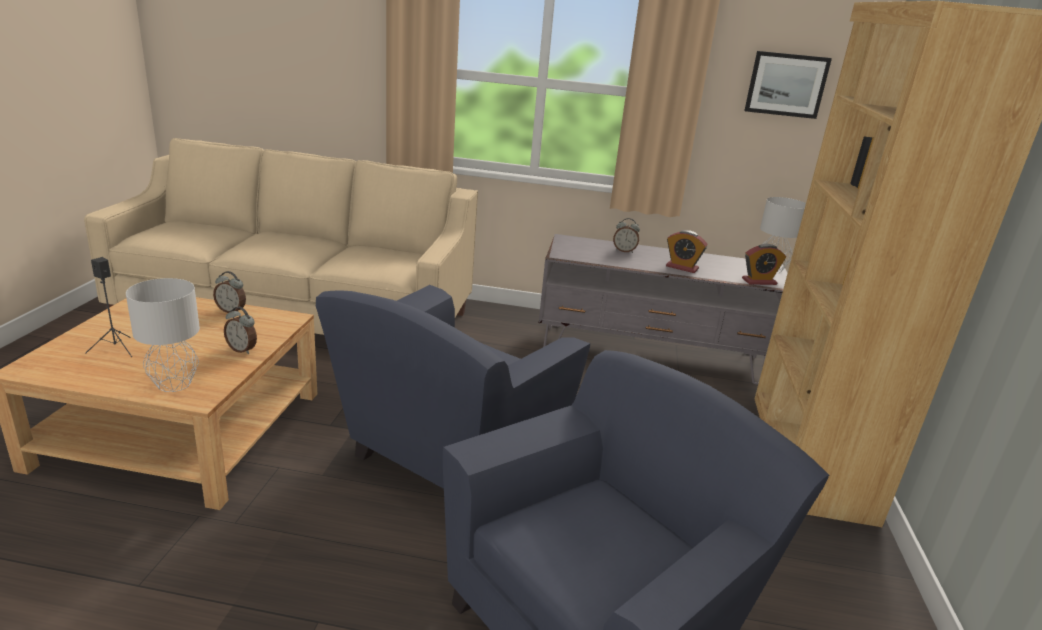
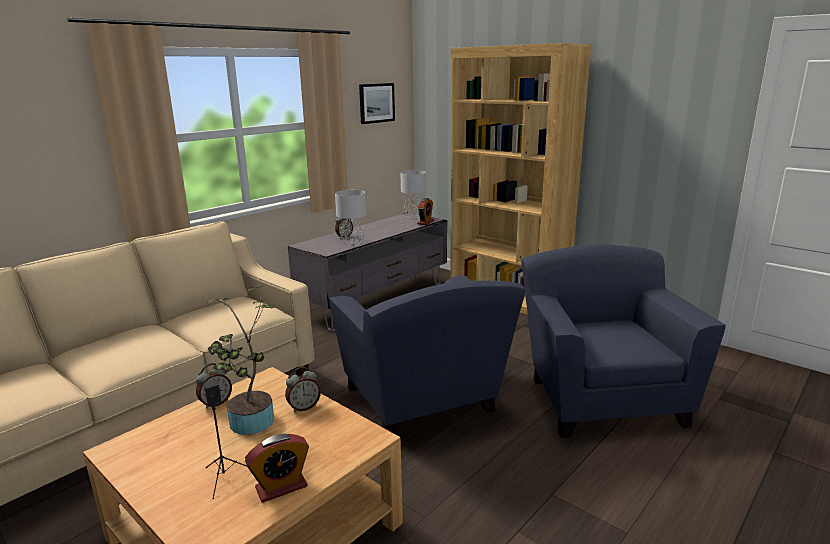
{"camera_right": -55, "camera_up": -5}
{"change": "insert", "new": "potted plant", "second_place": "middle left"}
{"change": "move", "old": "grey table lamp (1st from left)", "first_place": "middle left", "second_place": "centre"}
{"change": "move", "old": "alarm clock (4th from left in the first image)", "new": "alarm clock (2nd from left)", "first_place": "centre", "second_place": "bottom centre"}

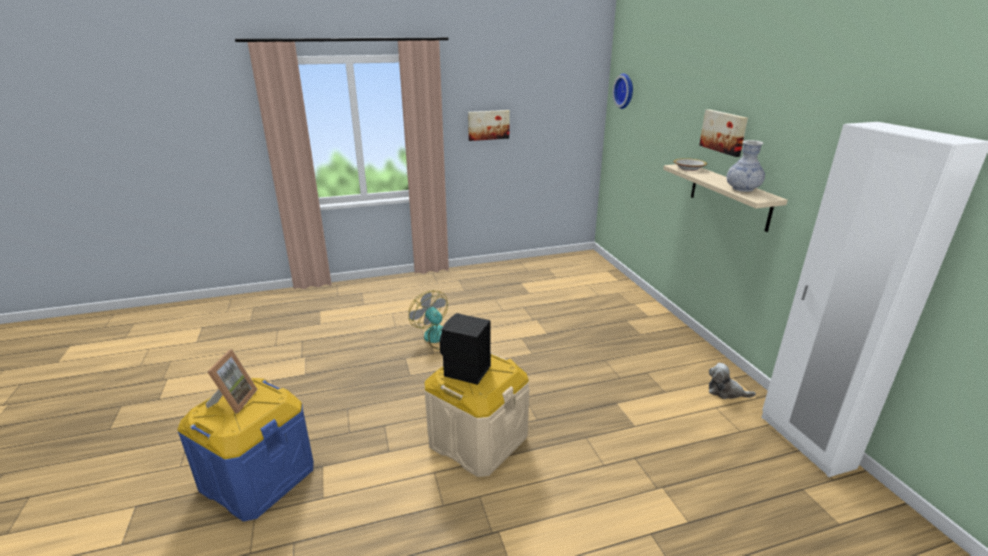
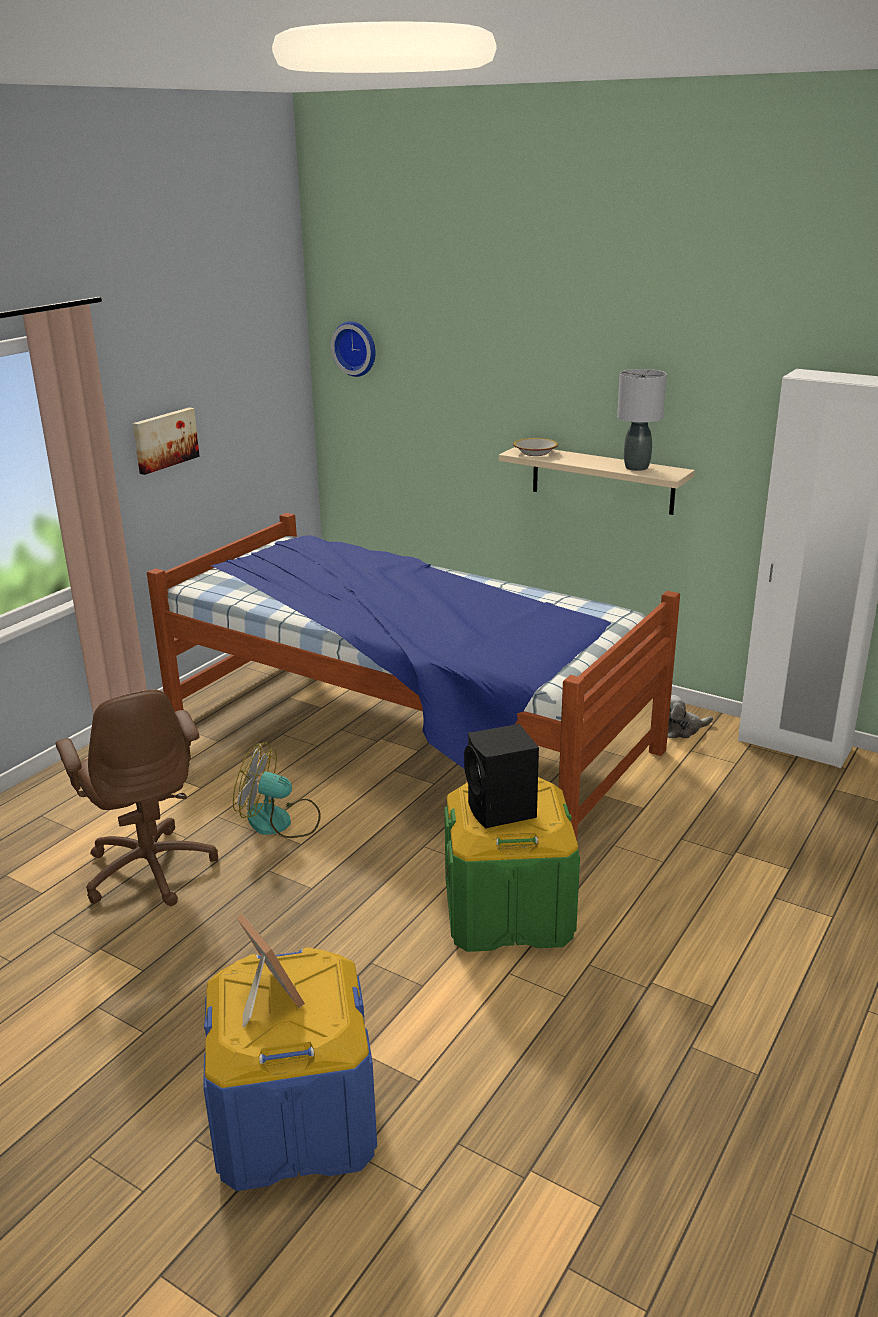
{"camera_right": -40, "camera_up": 0}
{"change": "delete", "old": "picture (2nd from left)", "first_place": "top right"}
{"change": "insert", "new": "brown office chair", "second_place": "middle left"}
{"change": "insert", "new": "bed", "second_place": "centre"}
{"change": "replace", "old": "vase", "new": "grey table lamp", "first_place": "top right", "second_place": "top right"}
{"change": "recolor", "old": "beige storage box", "new": "green storage box", "first_place": "bottom centre", "second_place": "centre"}

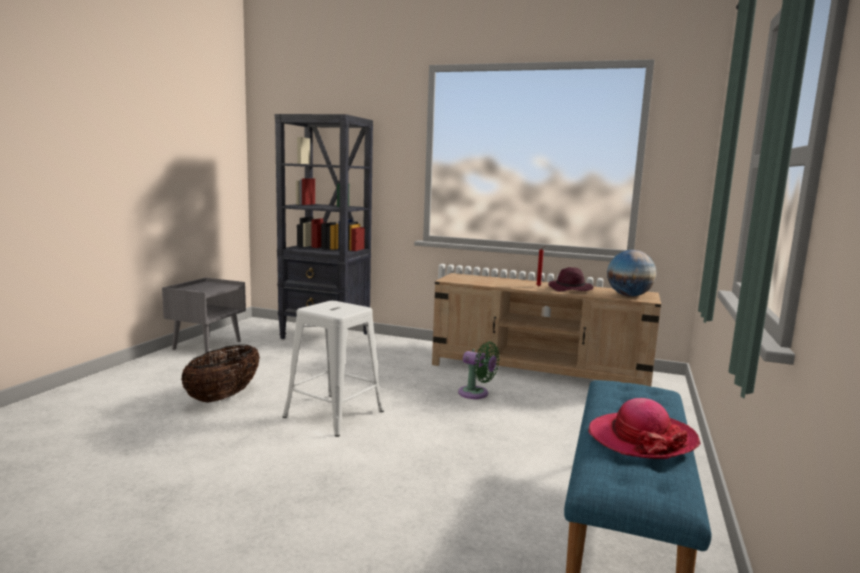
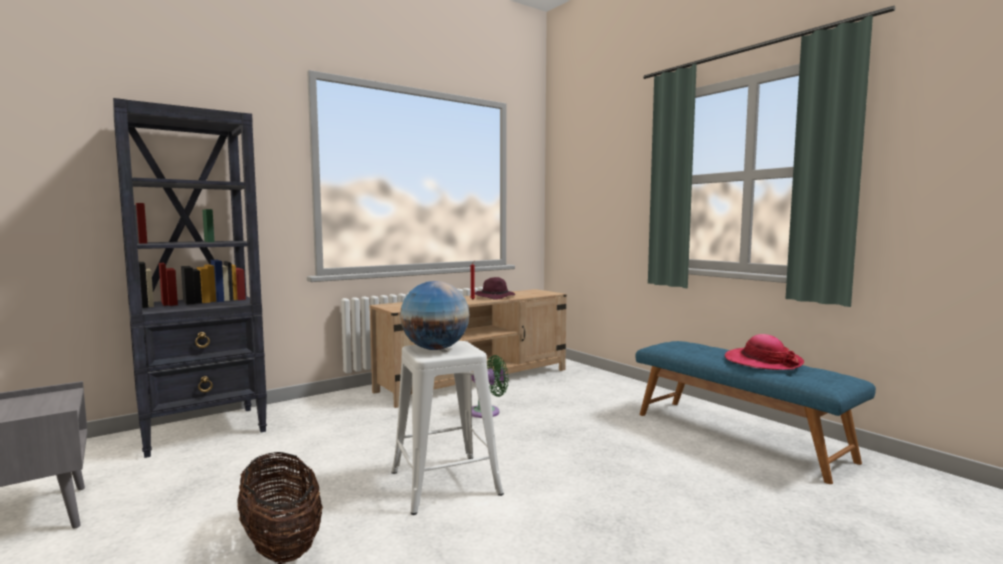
{"camera_right": -55, "camera_up": -5}
{"change": "move", "old": "globe", "first_place": "middle right", "second_place": "centre"}

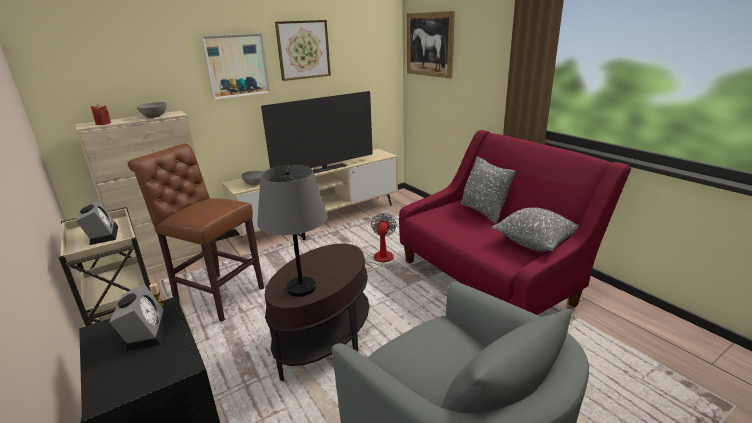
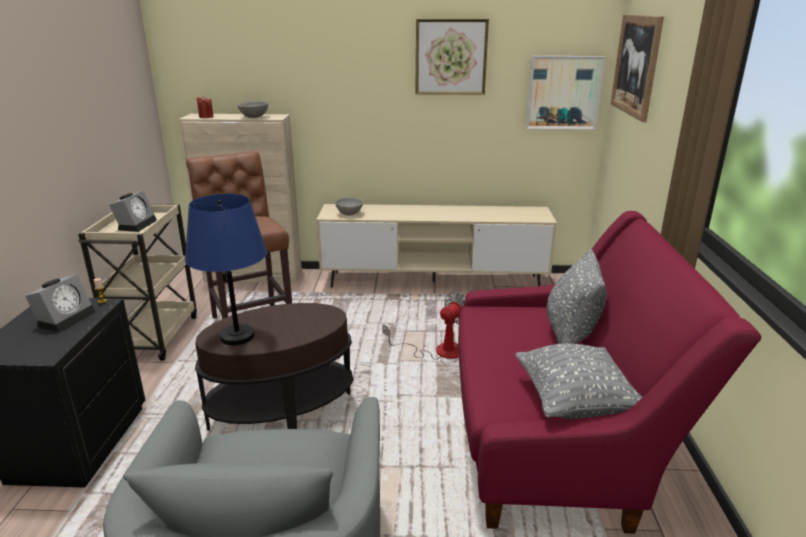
{"camera_right": 35, "camera_up": 0}
{"change": "delete", "old": "television", "first_place": "top centre"}
{"change": "move", "old": "picture (1st from left in the first image)", "new": "picture (2nd from left)", "first_place": "top left", "second_place": "top right"}
{"change": "recolor", "old": "grey table lamp", "new": "blue table lamp", "first_place": "centre", "second_place": "middle left"}

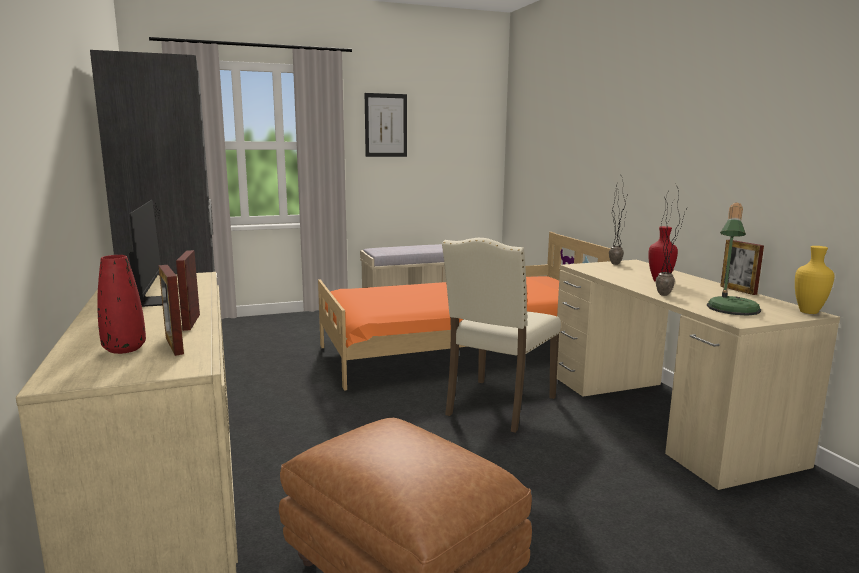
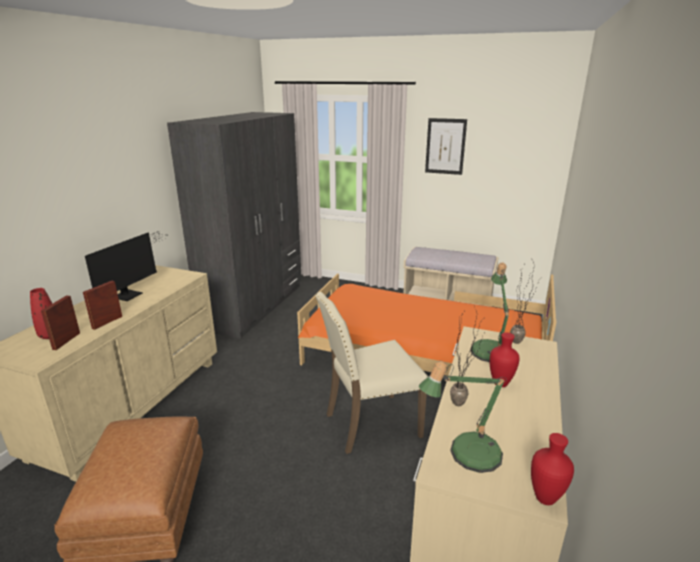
{"camera_right": 40, "camera_up": 10}
{"change": "delete", "old": "picture frame (3rd from left)", "first_place": "middle right"}
{"change": "insert", "new": "table lamp (2nd from left)", "second_place": "middle right"}
{"change": "recolor", "old": "yellow vase", "new": "red vase (3rd from left)", "first_place": "middle right", "second_place": "bottom right"}

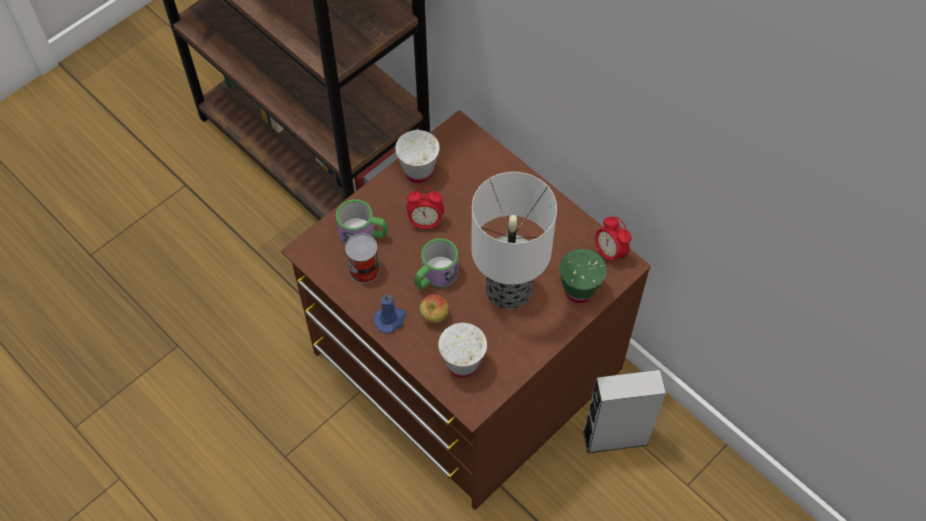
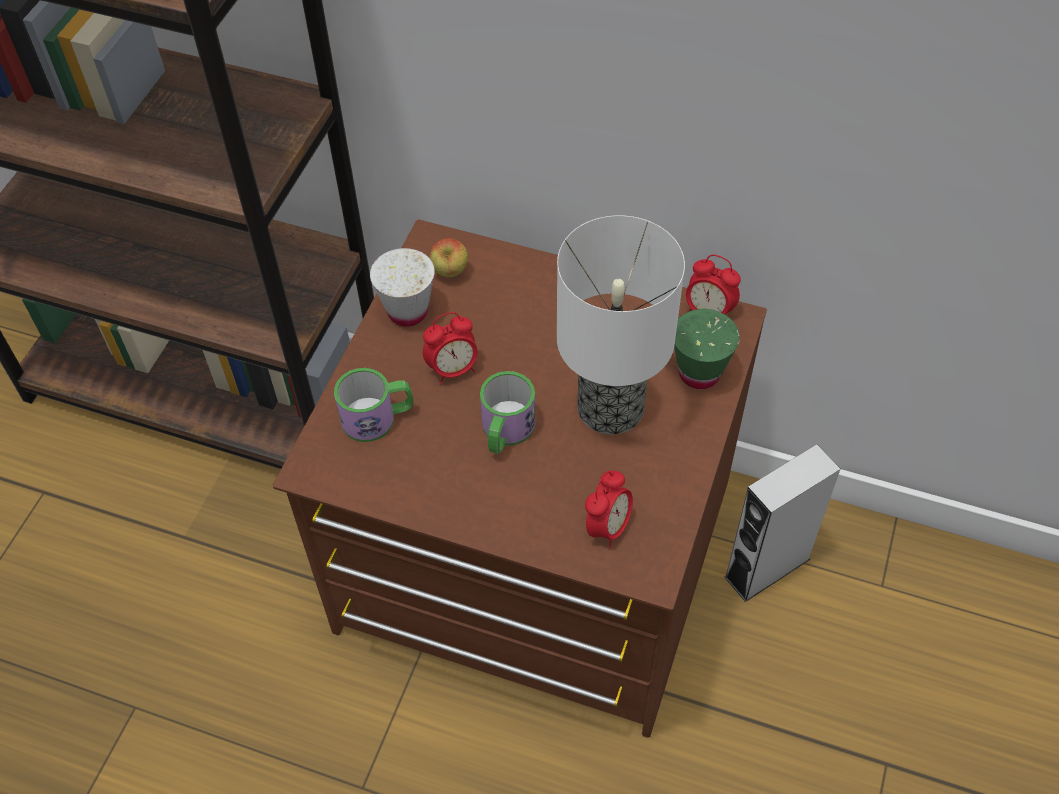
{"camera_right": -25, "camera_up": -5}
{"change": "delete", "old": "can", "first_place": "centre"}
{"change": "delete", "old": "blue candle", "first_place": "centre"}
{"change": "move", "old": "apple", "first_place": "centre", "second_place": "top centre"}
{"change": "replace", "old": "white cup (2nd from left)", "new": "alarm clock (2nd from left)", "first_place": "bottom centre", "second_place": "centre"}

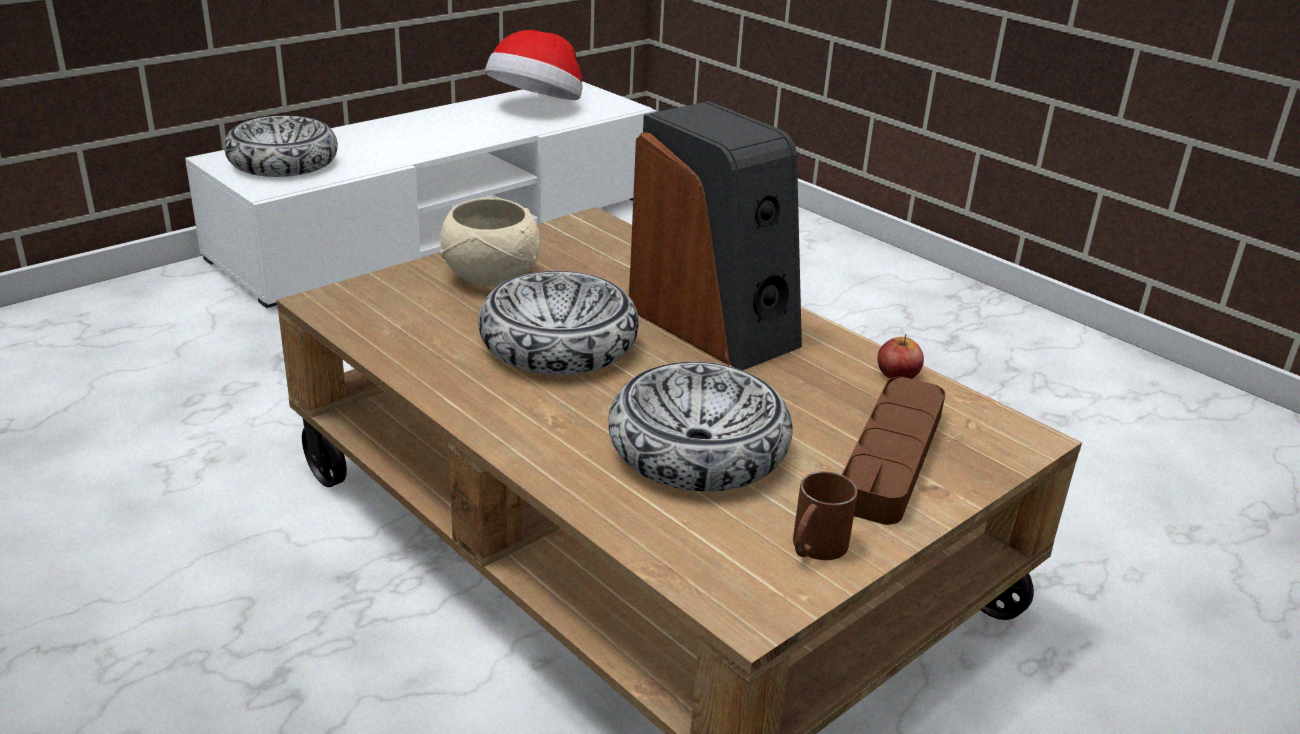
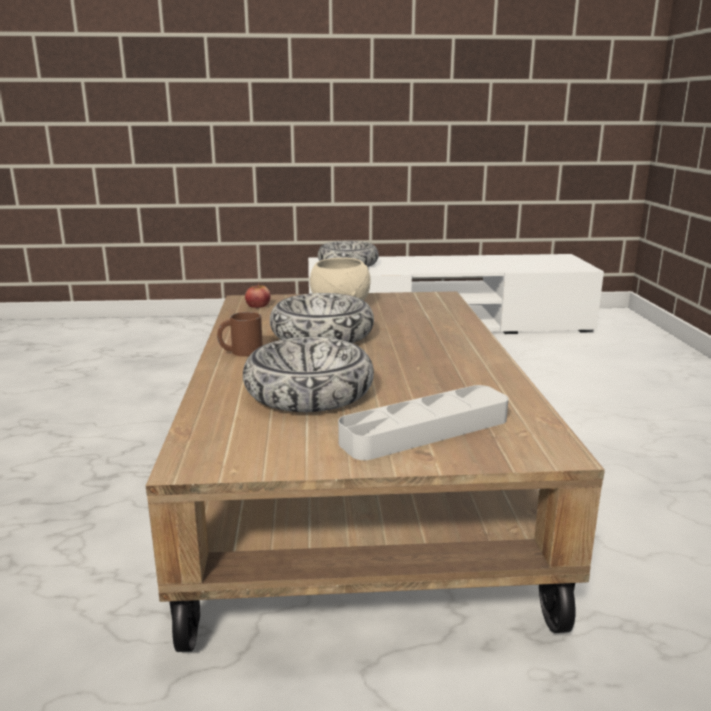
{"camera_right": 40, "camera_up": -10}
{"change": "delete", "old": "hat", "first_place": "top centre"}
{"change": "delete", "old": "speaker", "first_place": "top centre"}
{"change": "move", "old": "brown mug", "first_place": "bottom centre", "second_place": "centre"}
{"change": "move", "old": "apple", "first_place": "middle right", "second_place": "centre"}
{"change": "recolor", "old": "brown tray", "new": "grey tray", "first_place": "middle right", "second_place": "centre"}

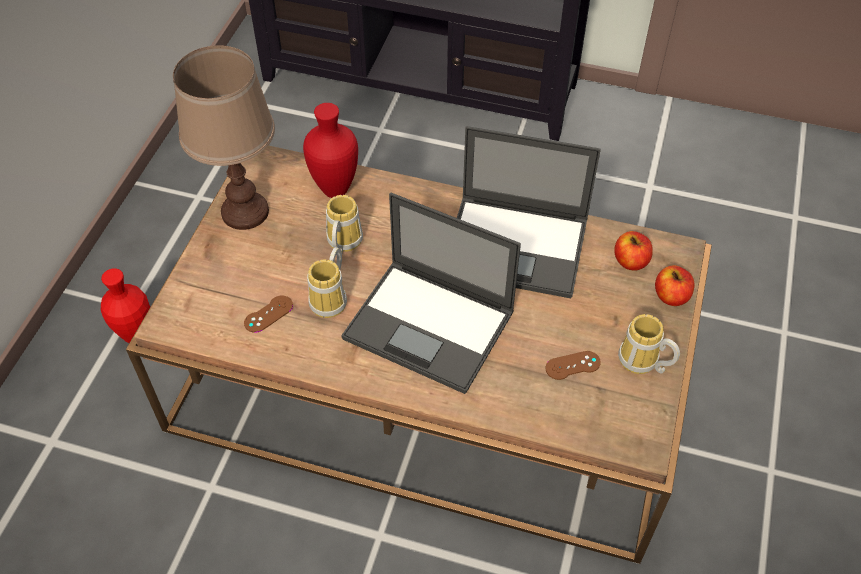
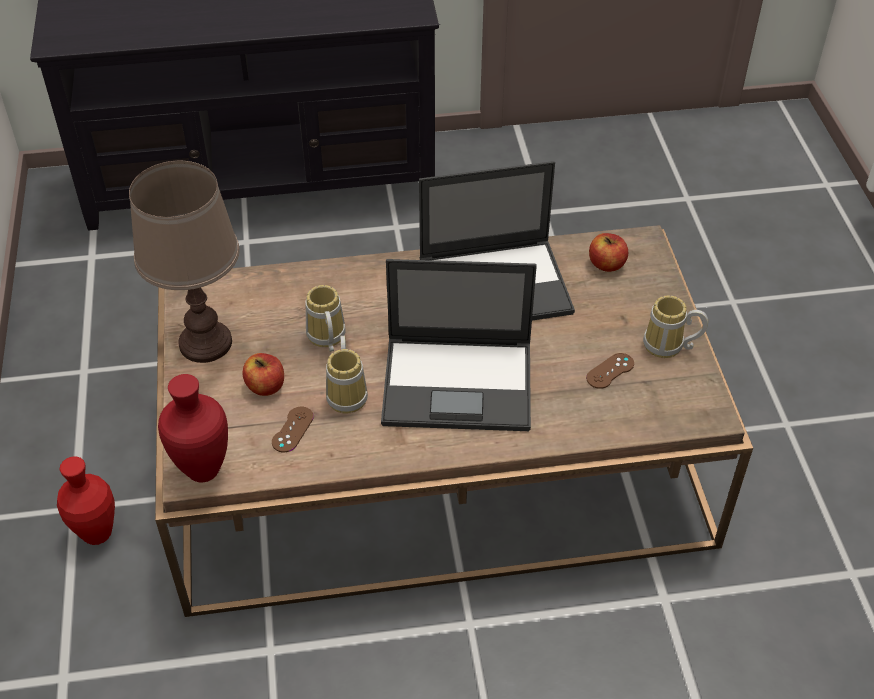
{"camera_right": -25, "camera_up": -5}
{"change": "move", "old": "red vase (2nd from left)", "first_place": "top centre", "second_place": "middle left"}
{"change": "move", "old": "apple (2nd from left in the first image)", "new": "apple (1st from left)", "first_place": "middle right", "second_place": "middle left"}

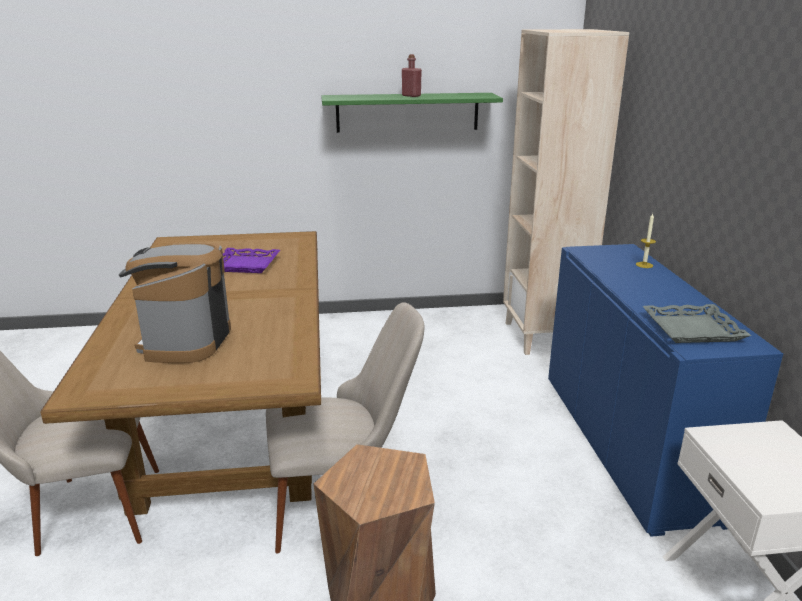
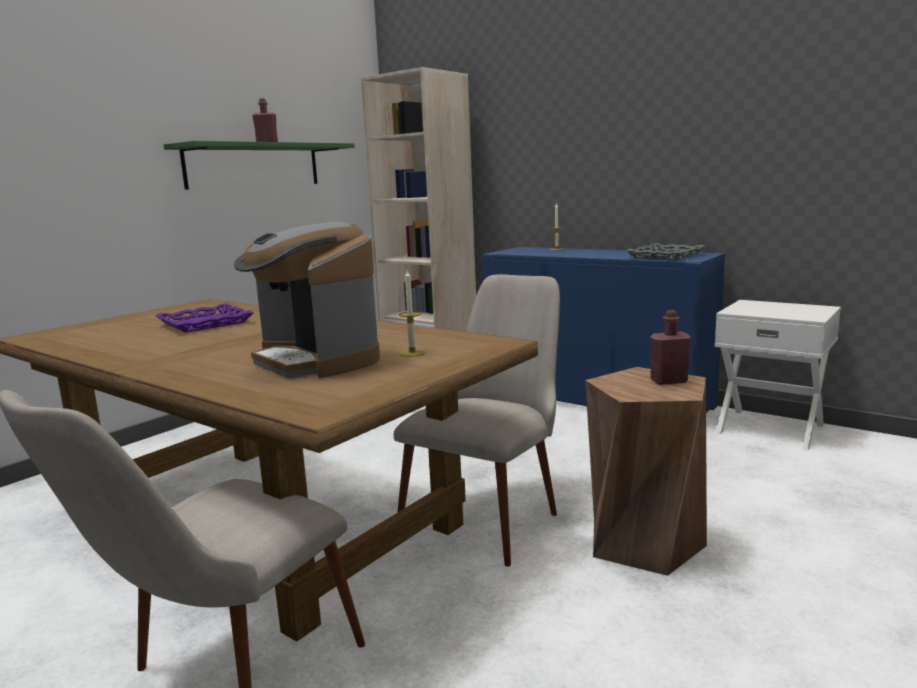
{"camera_right": -45, "camera_up": -10}
{"change": "insert", "new": "candle (1st from left)", "second_place": "centre"}
{"change": "insert", "new": "red bottle (2nd from left)", "second_place": "middle right"}

